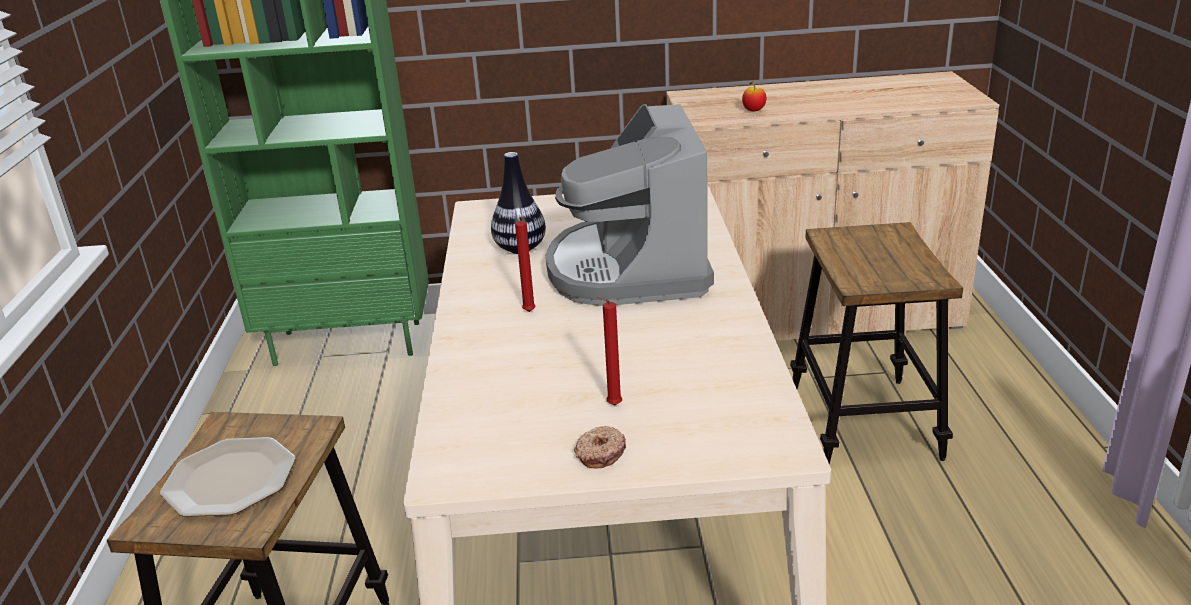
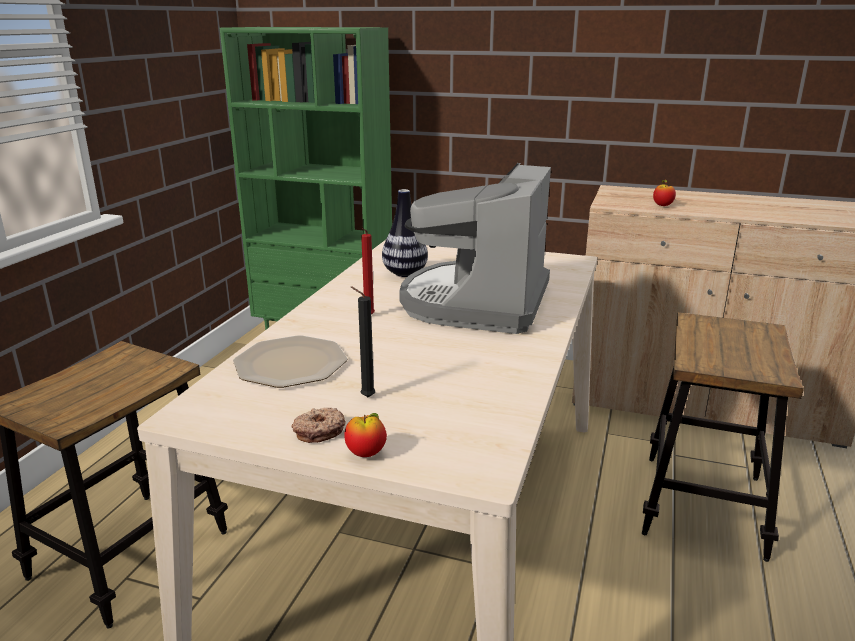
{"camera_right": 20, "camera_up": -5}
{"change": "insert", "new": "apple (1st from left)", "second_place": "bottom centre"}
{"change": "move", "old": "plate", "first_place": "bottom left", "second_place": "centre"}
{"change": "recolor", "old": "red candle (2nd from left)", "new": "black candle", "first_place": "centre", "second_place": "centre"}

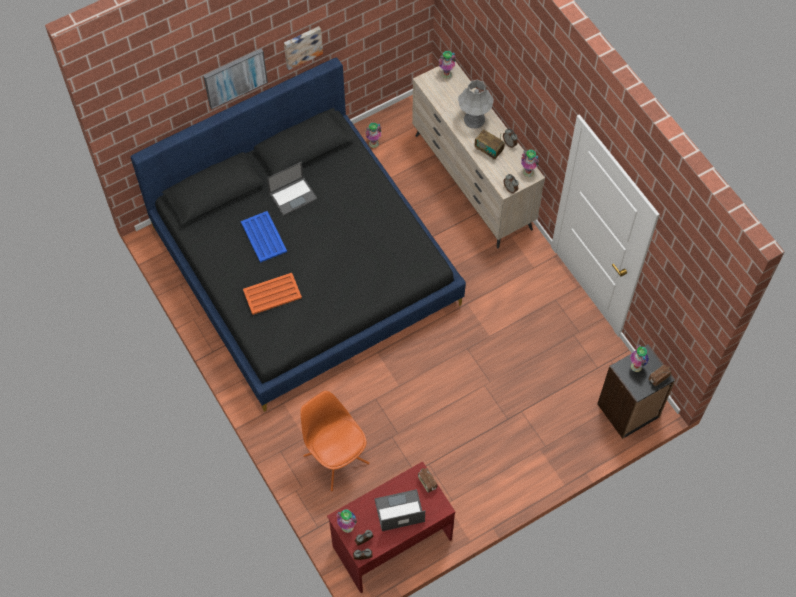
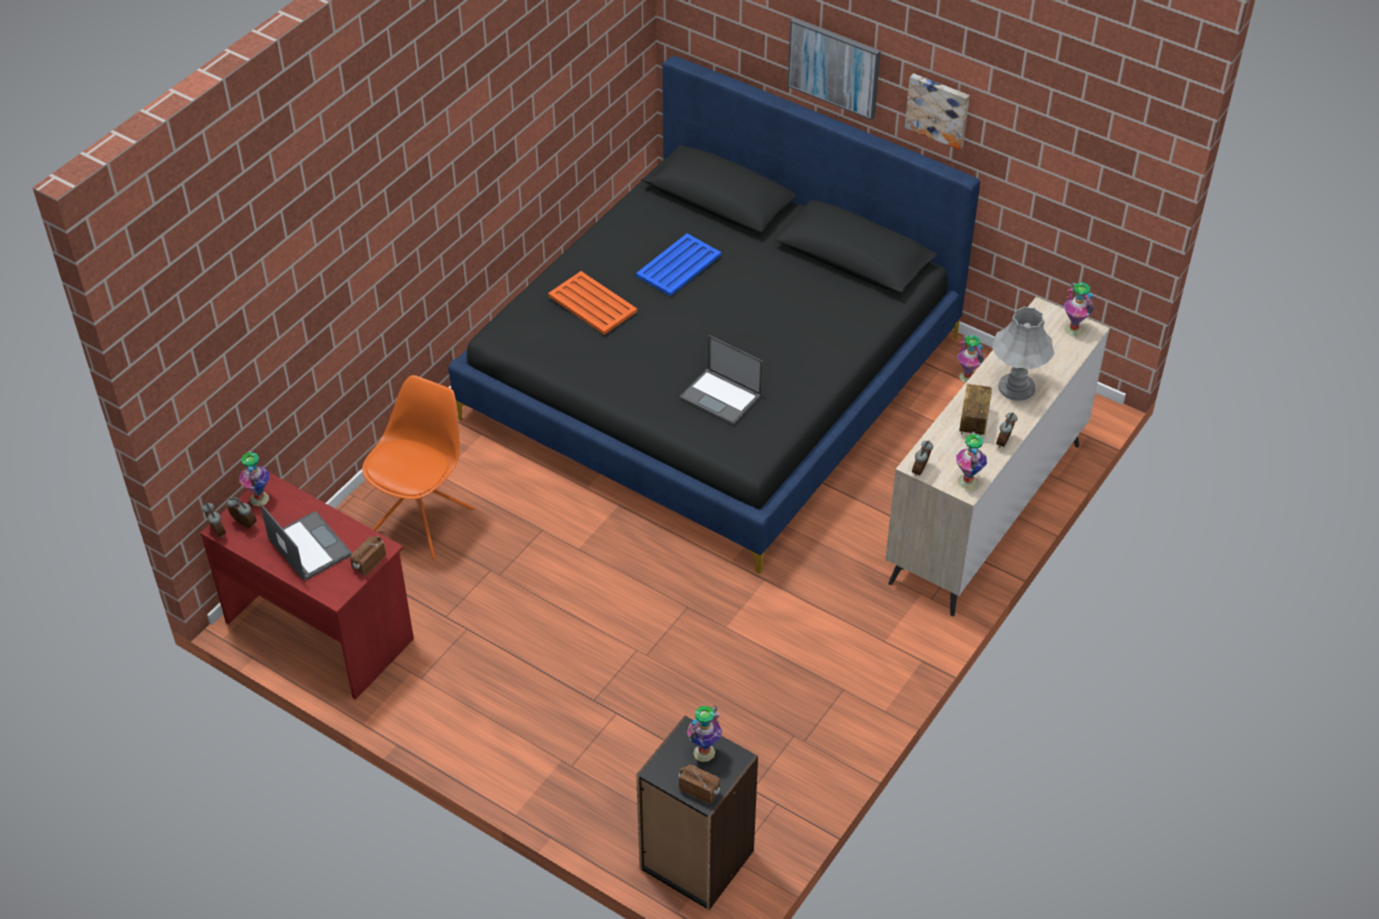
{"camera_right": 65, "camera_up": -15}
{"change": "move", "old": "laptop (1st from left in the first image)", "new": "laptop (2nd from left)", "first_place": "top centre", "second_place": "centre"}

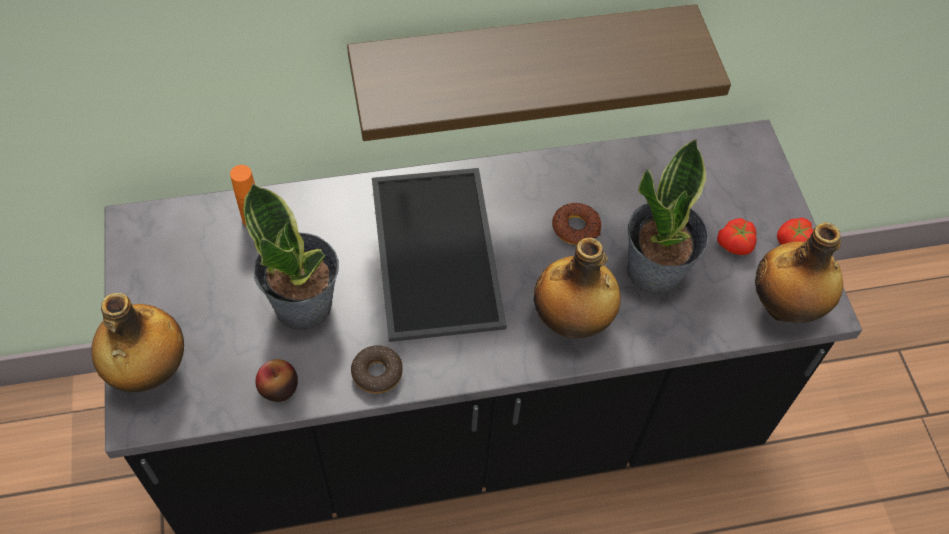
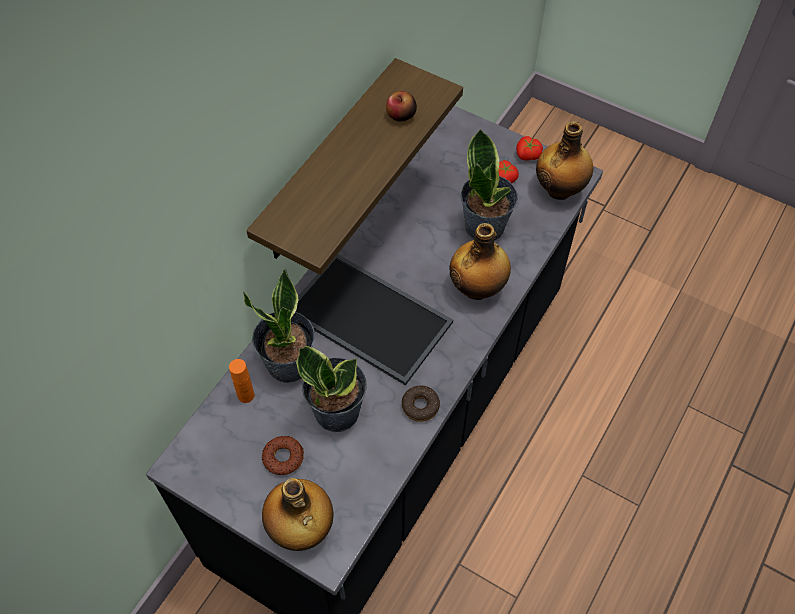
{"camera_right": -45, "camera_up": 0}
{"change": "insert", "new": "potted plant (1st from left)", "second_place": "centre"}
{"change": "move", "old": "apple", "first_place": "bottom left", "second_place": "top centre"}
{"change": "move", "old": "donut (2nd from left in the first image)", "new": "donut (1st from left)", "first_place": "centre", "second_place": "bottom centre"}

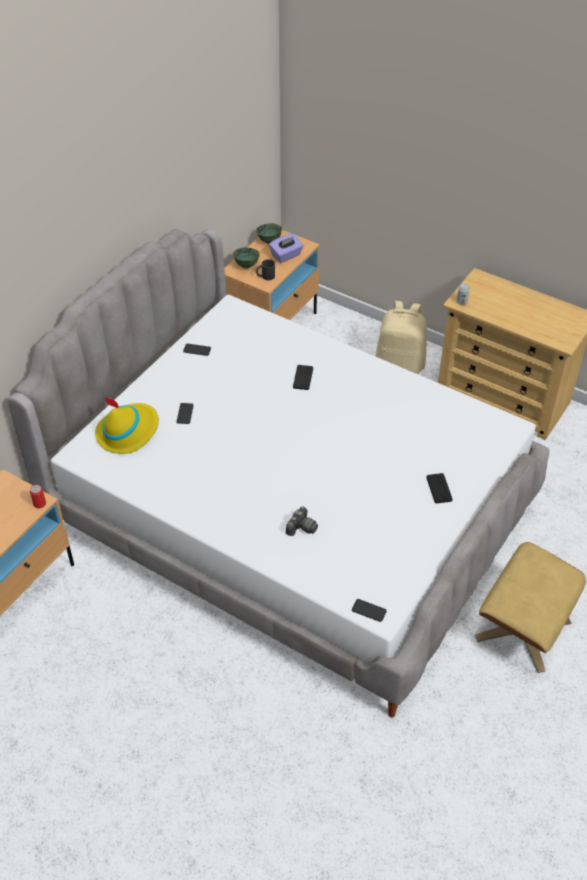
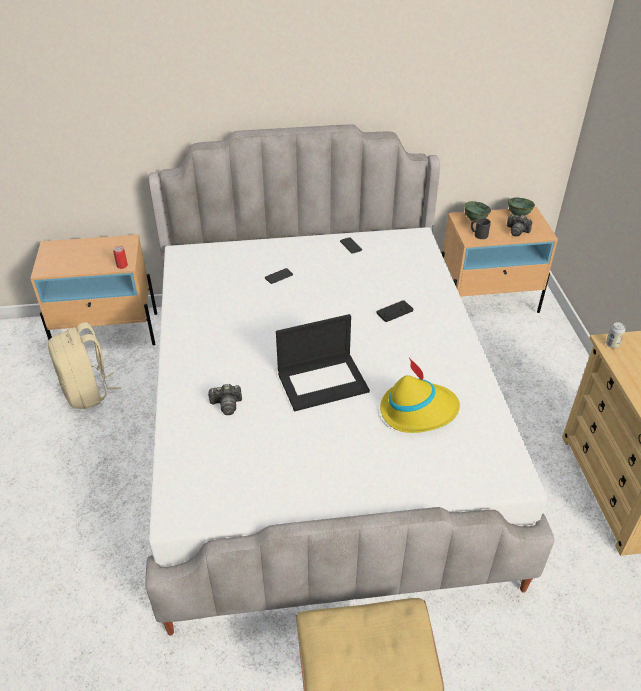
{"camera_right": 50, "camera_up": -5}
{"change": "delete", "old": "phone (3rd from left)", "first_place": "bottom centre"}
{"change": "delete", "old": "black game controller (2nd from left)", "first_place": "middle right"}
{"change": "insert", "new": "laptop", "second_place": "centre"}
{"change": "move", "old": "yellow hat", "first_place": "middle left", "second_place": "centre"}
{"change": "move", "old": "beige backpack", "first_place": "middle right", "second_place": "middle left"}
{"change": "replace", "old": "purple tissue box", "new": "photo camera (2nd from left)", "first_place": "top centre", "second_place": "top right"}

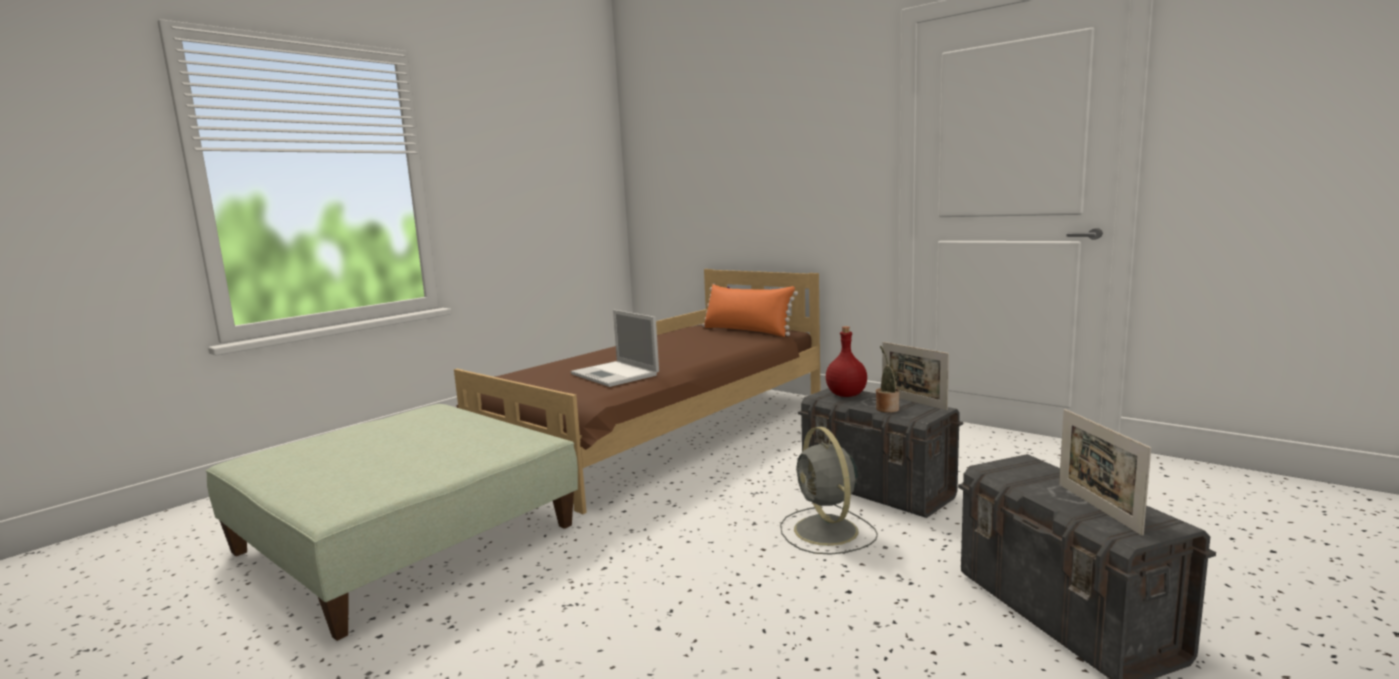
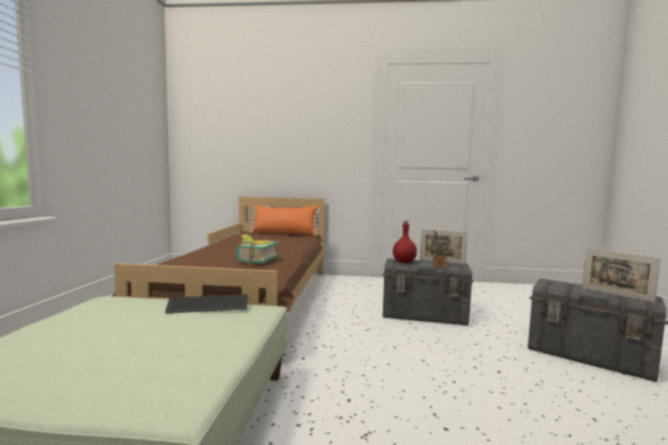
{"camera_right": -35, "camera_up": -5}
{"change": "delete", "old": "grey fan", "first_place": "bottom centre"}
{"change": "insert", "new": "keyboard", "second_place": "bottom left"}
{"change": "replace", "old": "laptop", "new": "book", "first_place": "centre", "second_place": "centre"}

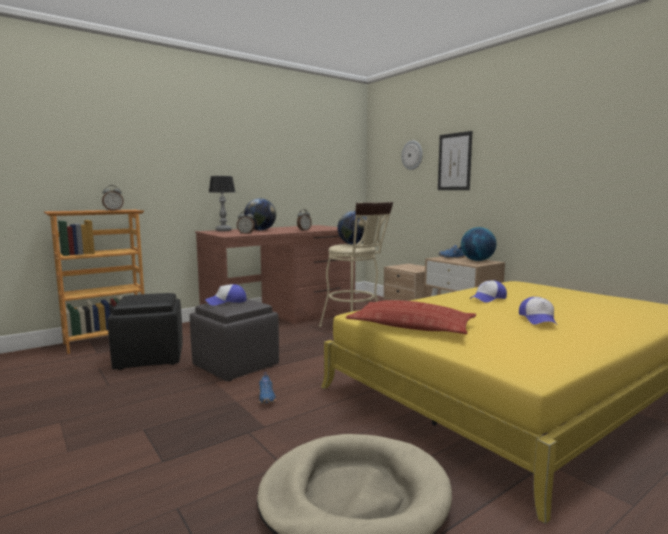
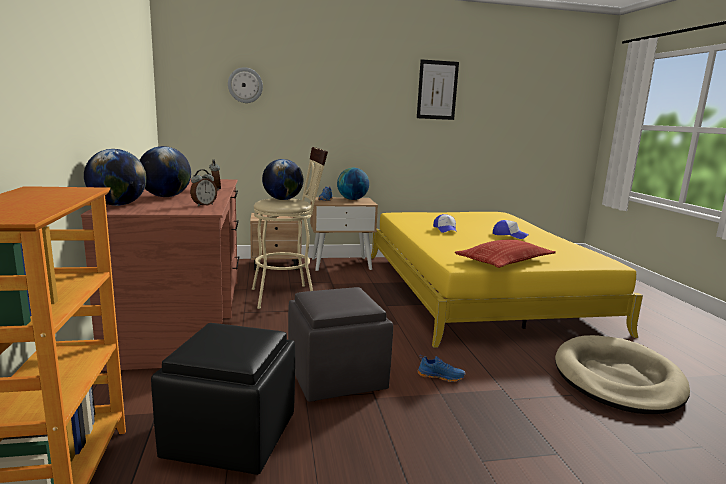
{"camera_right": -65, "camera_up": 5}
{"change": "delete", "old": "alarm clock (1st from left)", "first_place": "middle left"}
{"change": "delete", "old": "cap (1st from left)", "first_place": "centre"}
{"change": "move", "old": "picture", "first_place": "top right", "second_place": "top centre"}
{"change": "replace", "old": "table lamp", "new": "globe (1st from left)", "first_place": "middle left", "second_place": "middle left"}

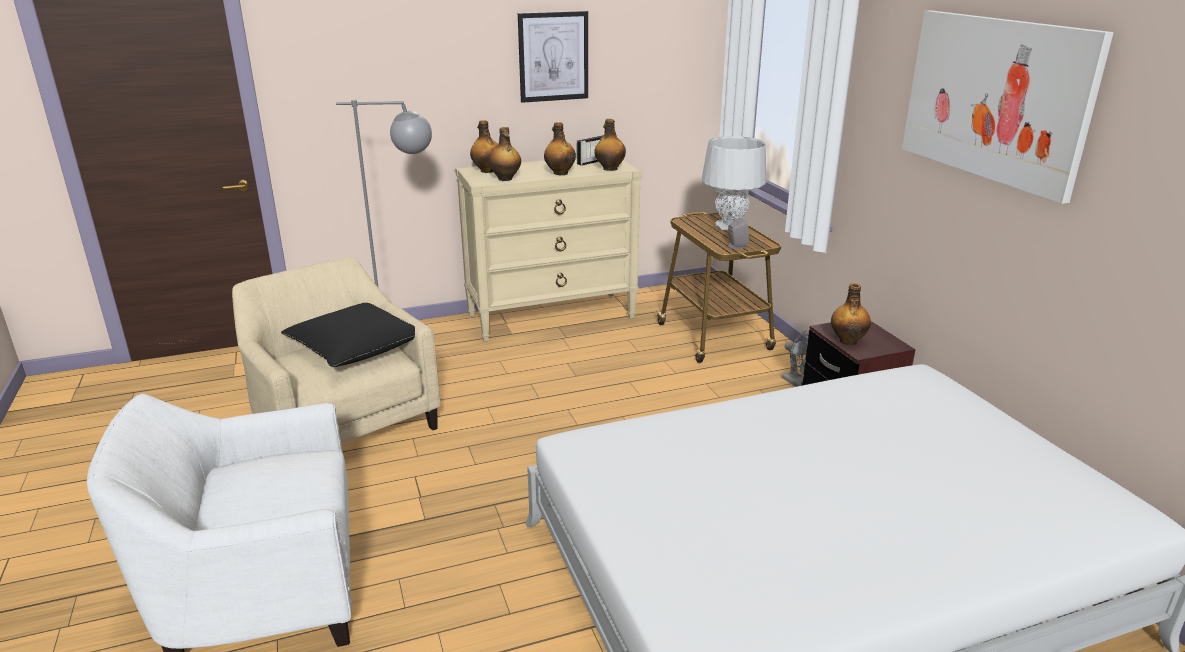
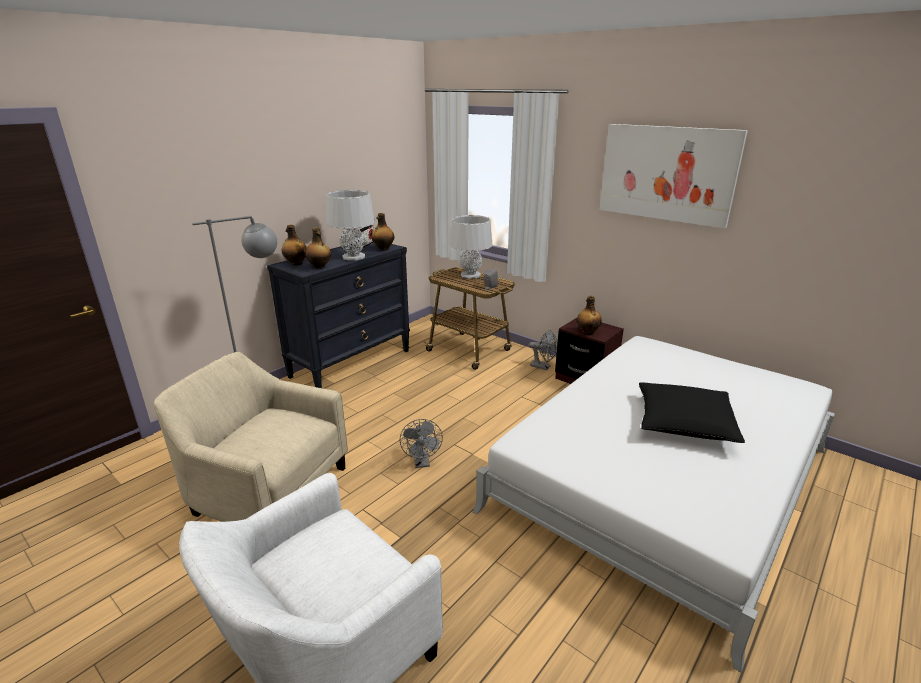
{"camera_right": -30, "camera_up": 0}
{"change": "delete", "old": "picture (1st from left)", "first_place": "top centre"}
{"change": "insert", "new": "grey fan (1st from left)", "second_place": "centre"}
{"change": "move", "old": "black pillow", "first_place": "middle left", "second_place": "middle right"}
{"change": "replace", "old": "bottle (3rd from left)", "new": "grey table lamp (1st from left)", "first_place": "top centre", "second_place": "top centre"}
{"change": "recolor", "old": "beige dresser", "new": "black dresser", "first_place": "centre", "second_place": "centre"}

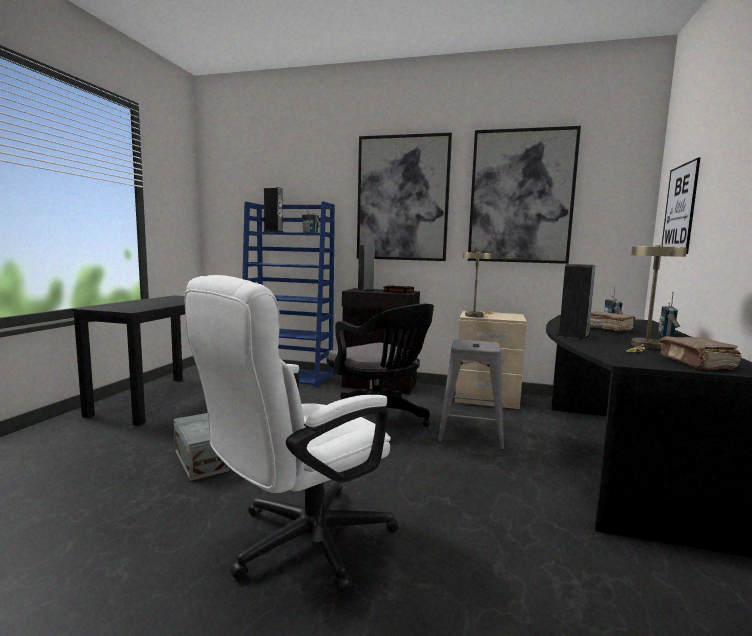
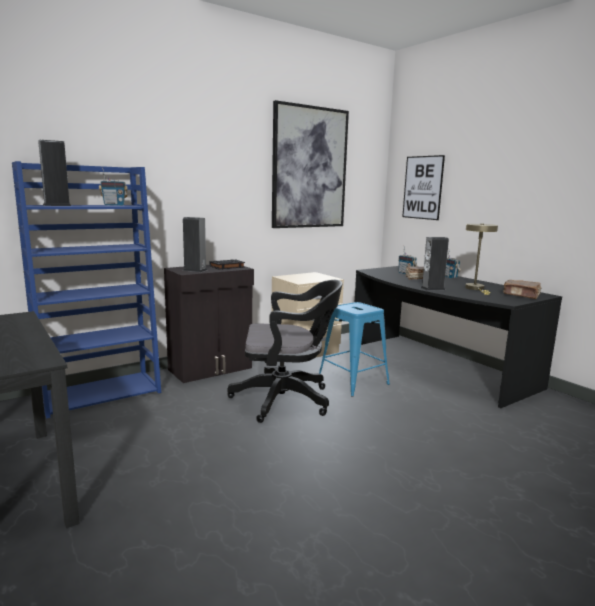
{"camera_right": -50, "camera_up": 5}
{"change": "delete", "old": "grey storage box", "first_place": "bottom left"}
{"change": "delete", "old": "white office chair", "first_place": "bottom centre"}
{"change": "delete", "old": "picture (1st from left)", "first_place": "top centre"}
{"change": "delete", "old": "beige table lamp (1st from left)", "first_place": "centre"}
{"change": "recolor", "old": "grey stool", "new": "blue stool", "first_place": "centre", "second_place": "centre"}

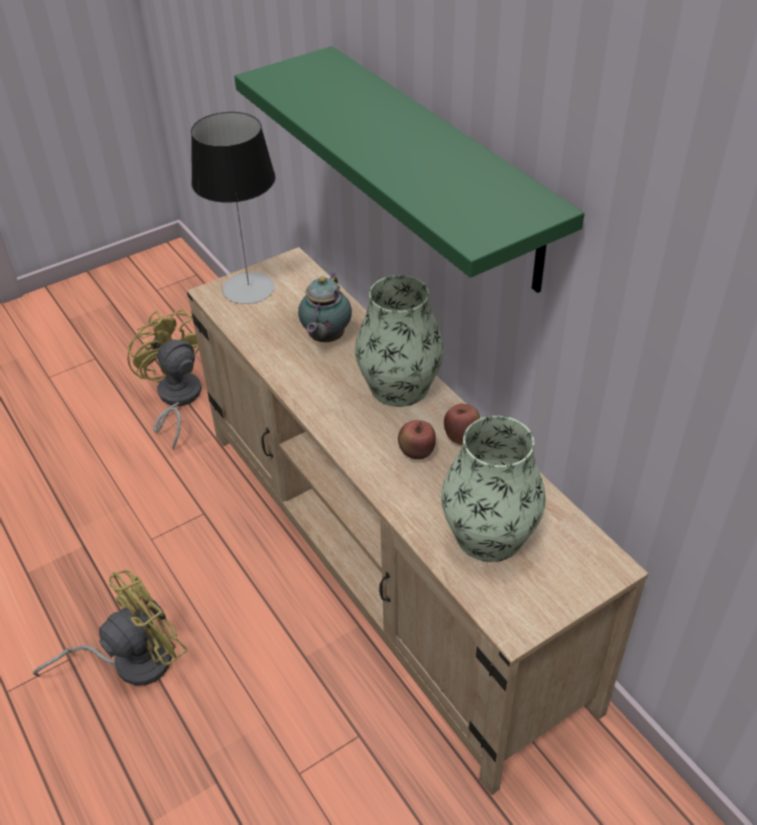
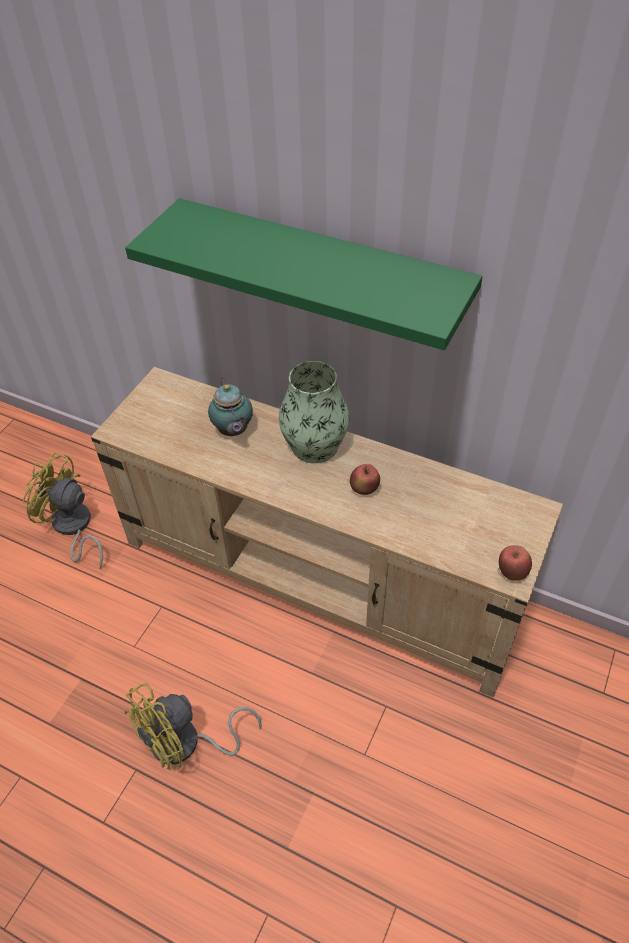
{"camera_right": -30, "camera_up": 5}
{"change": "delete", "old": "table lamp", "first_place": "top left"}
{"change": "delete", "old": "vase (2nd from left)", "first_place": "centre"}
{"change": "move", "old": "apple (2nd from left)", "first_place": "centre", "second_place": "middle right"}
{"change": "rotate", "old": "yellow fan (1st from left in the first image)", "first_place": "bottom left", "second_place": "bottom left", "degrees": -150}

